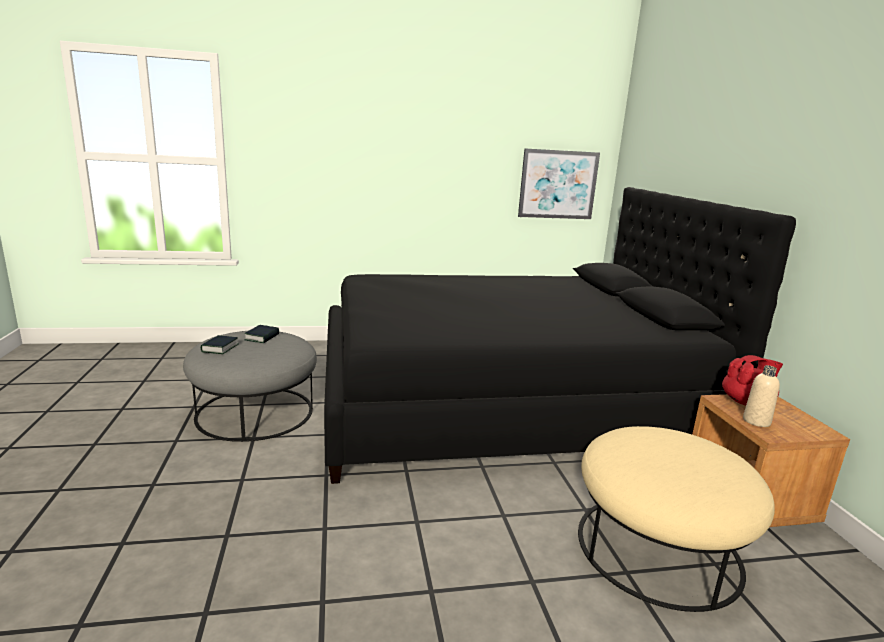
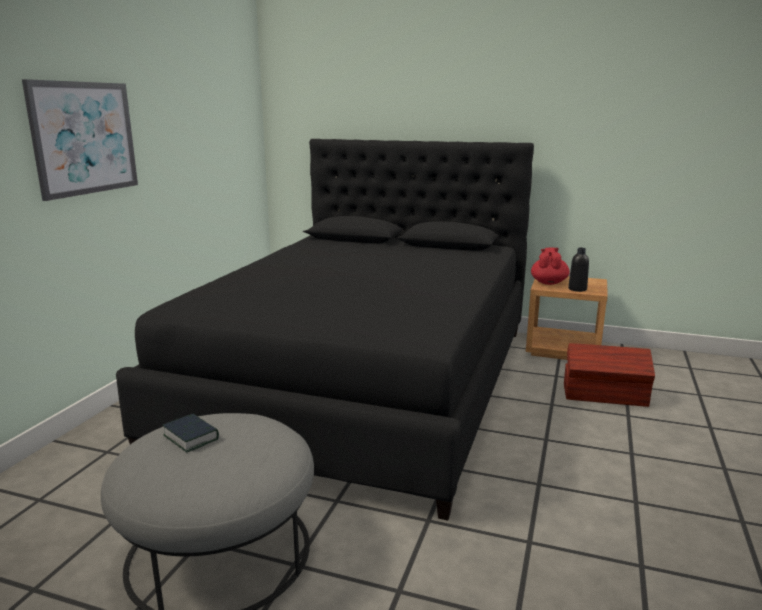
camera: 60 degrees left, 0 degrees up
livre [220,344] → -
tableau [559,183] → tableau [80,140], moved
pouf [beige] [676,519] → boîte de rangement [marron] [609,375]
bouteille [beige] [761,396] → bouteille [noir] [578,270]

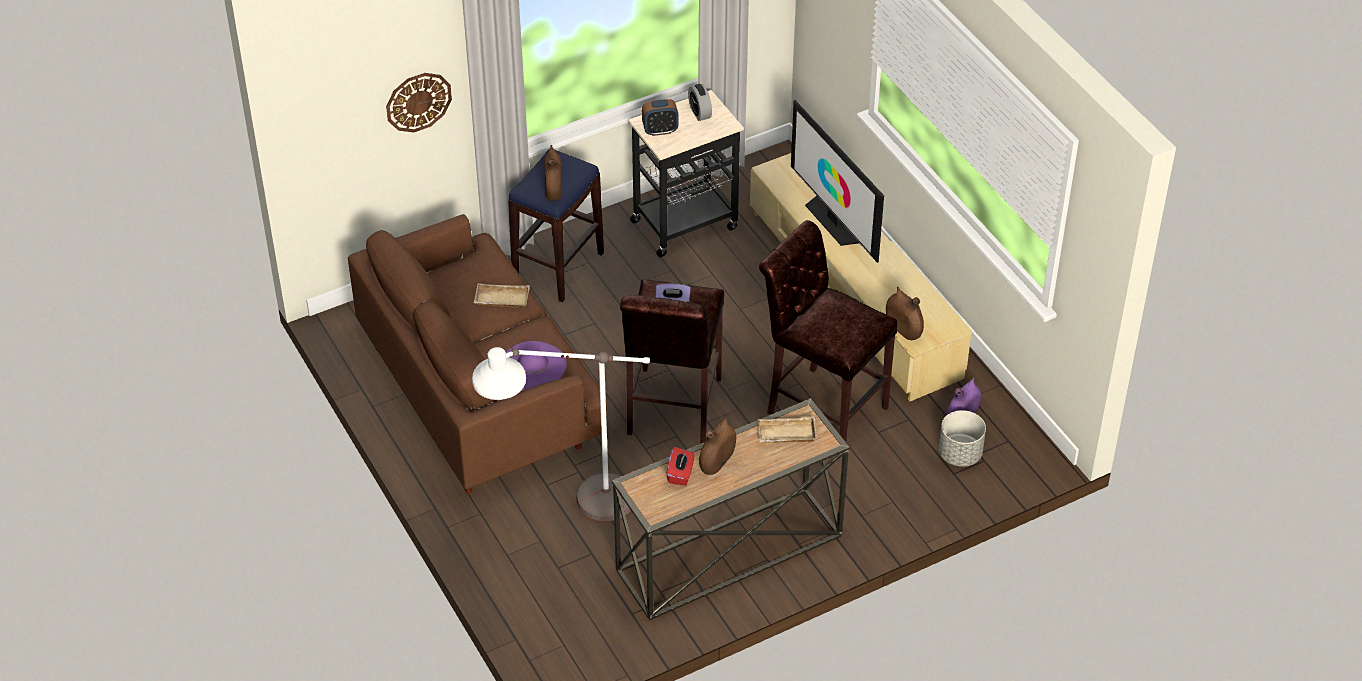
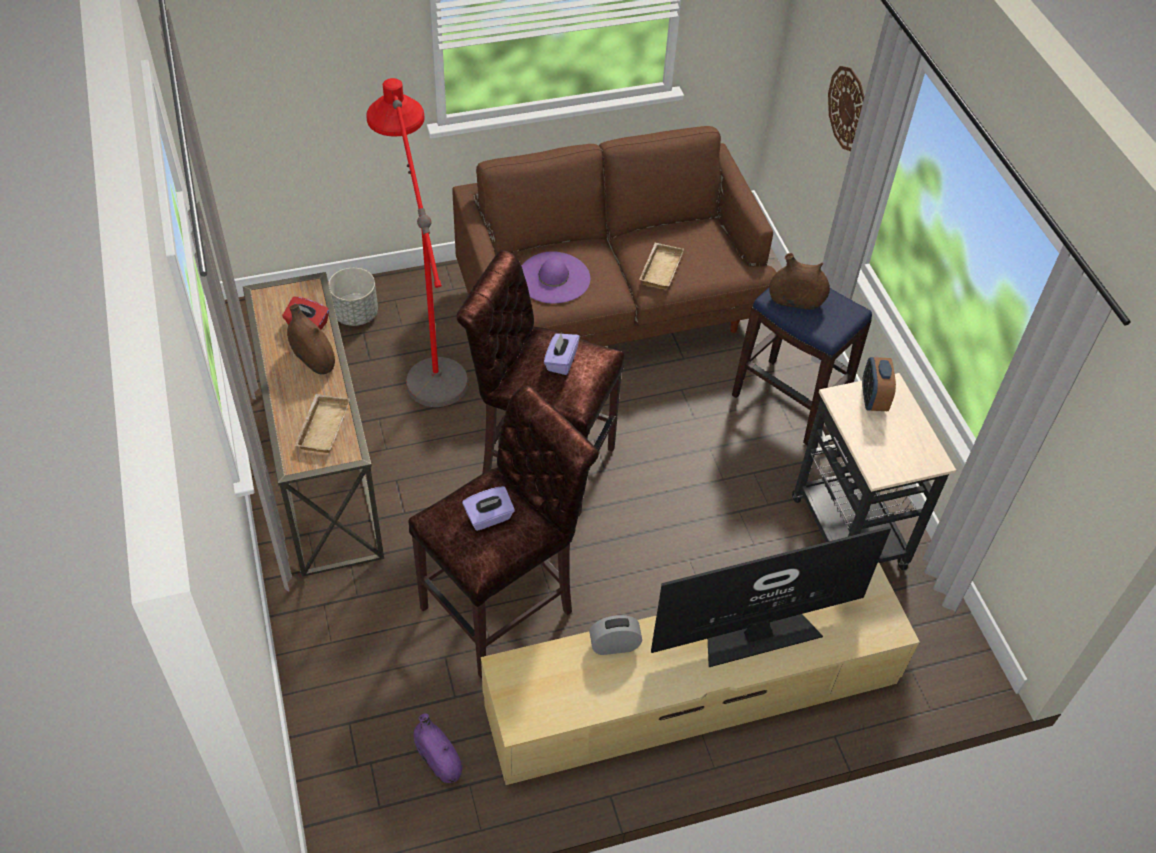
camera: 100 degrees right, 5 degrees up
lampadaire [blanc] [561,434] → lampadaire [rouge] [417,242]
réveil [700,102] → réveil [615,635], moved
vase [marron] [905,313] → -
cache-pot [gris] [962,438] → cache-pot [gris] [353,297], moved
- → boîte à mouchoirs [violet] [488,508]

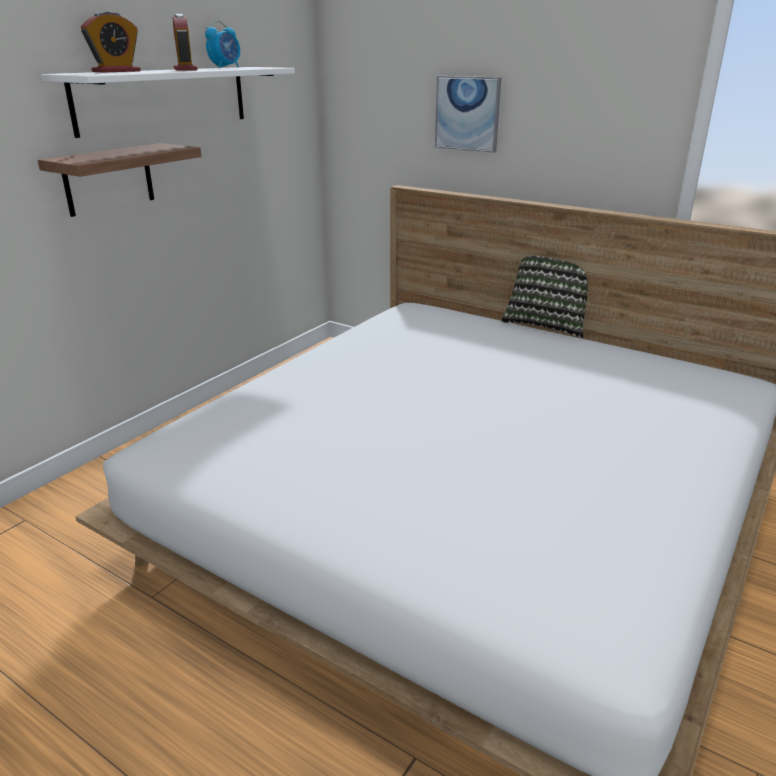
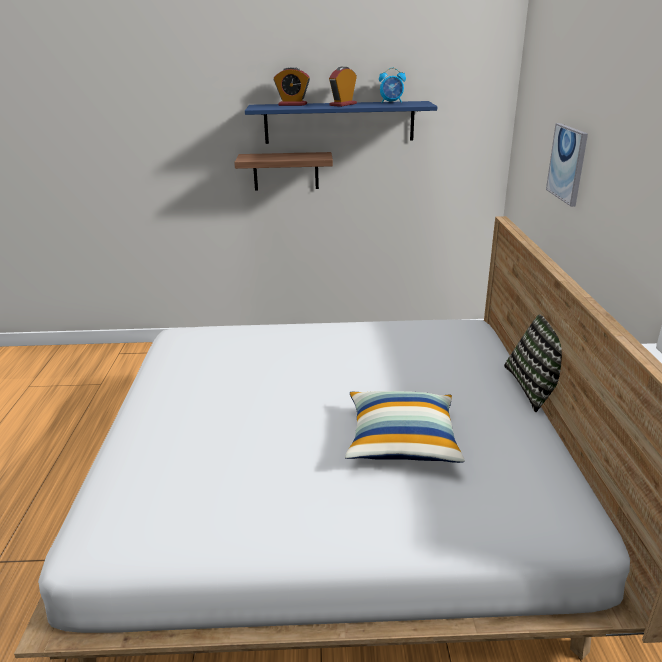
camera: 55 degrees right, 0 degrees up
étagère [blanc] [168,102] → étagère [bleu] [341,122]
- → coussin [405,427]

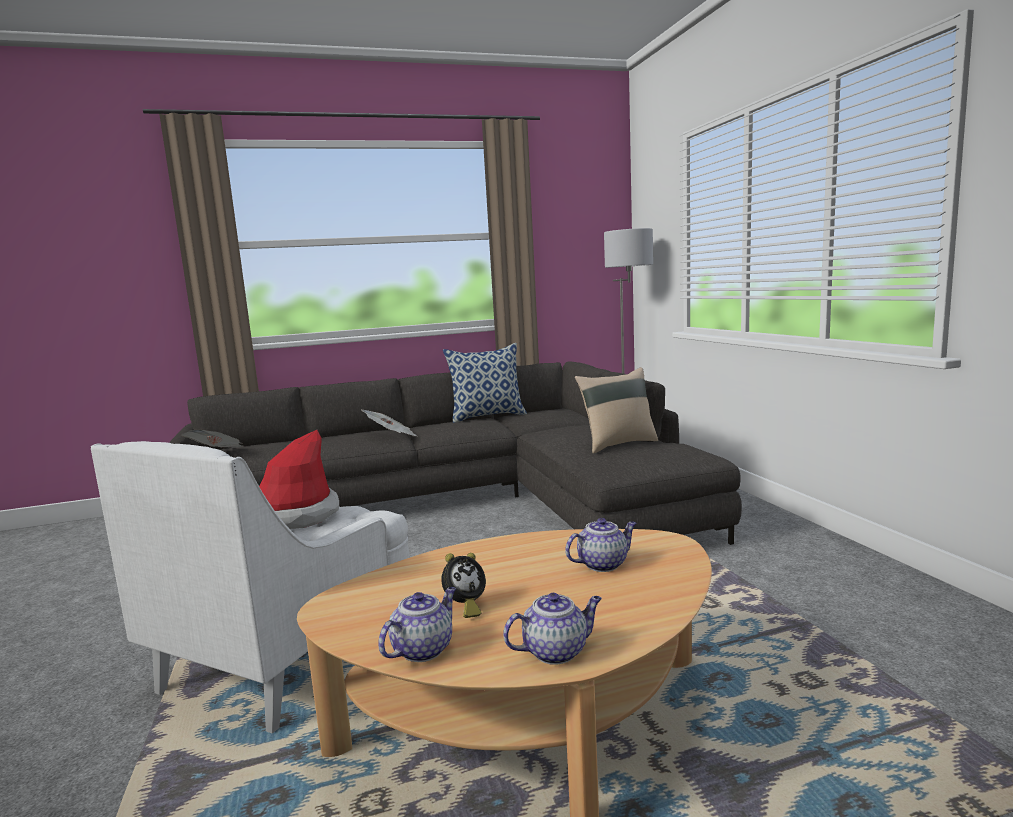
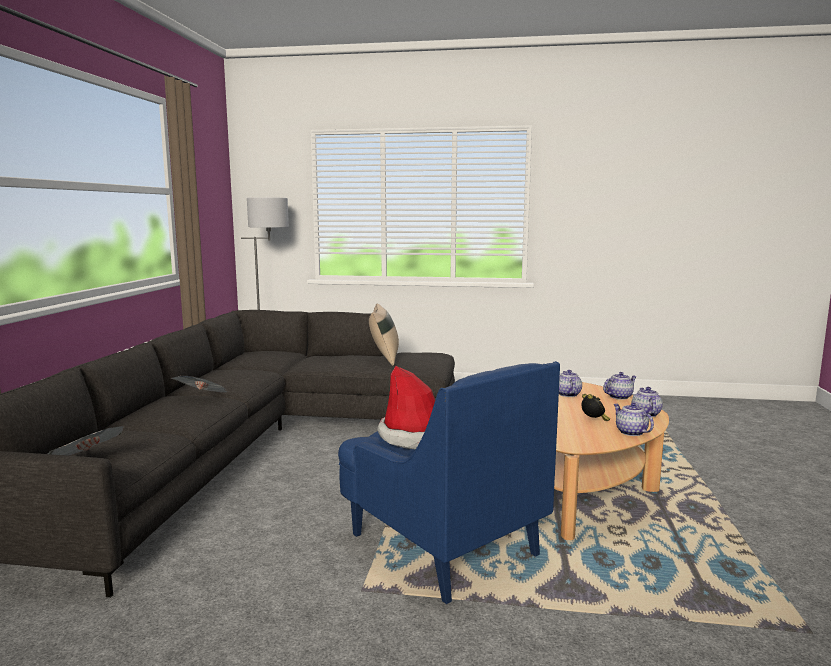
camera: 65 degrees left, 0 degrees up
fauteuil [blanc] [250,587] → fauteuil [bleu] [449,482]
coussin [485,383] → -
- → théière [620,386]

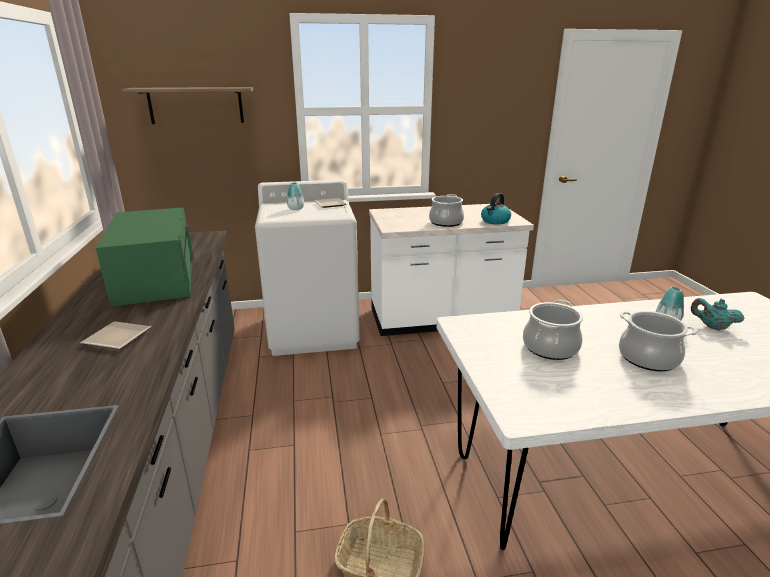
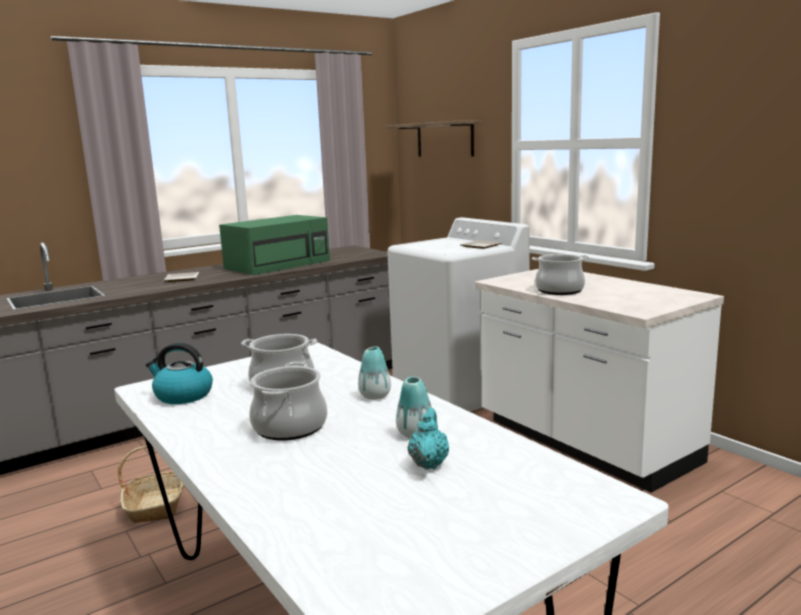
camera: 65 degrees right, 10 degrees down
vase [295,196] → vase [374,373], moved
bouilloire [496,209] → bouilloire [179,373], moved

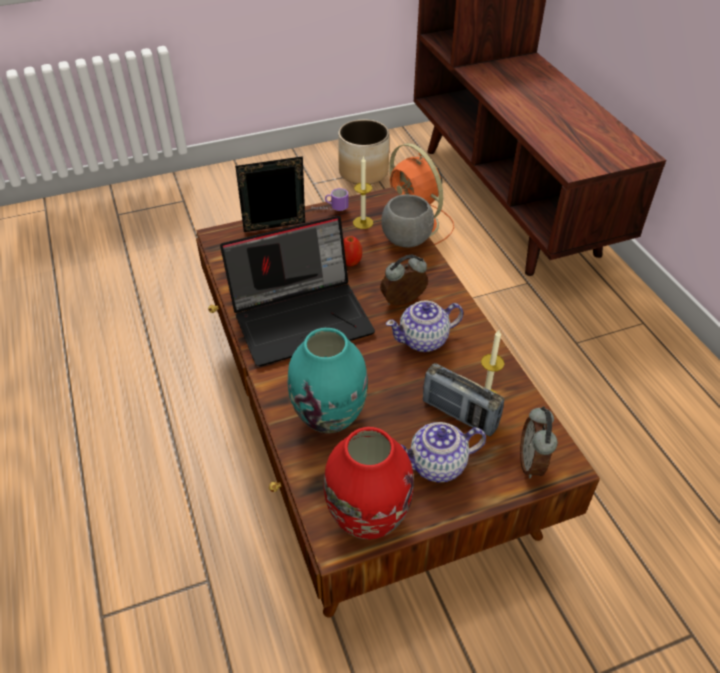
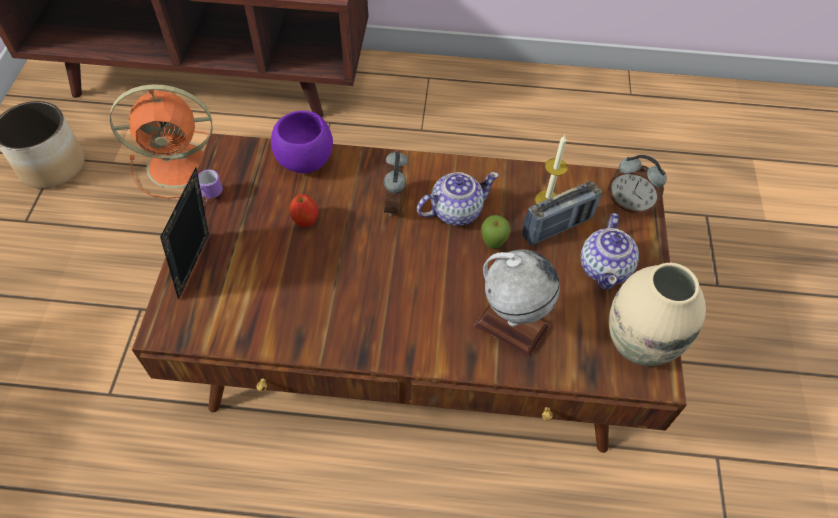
camera: 65 degrees left, 10 degrees up
ordinateur portable [297,291] → -
vase [turquoise] [328,380] → globe [517,304]
vase [rouge] [369,483] → vase [beige] [657,314]
bougie [363,192] → -
bol [gris] [407,221] → bol [violet] [302,142]
théière [425,326] → théière [458,199], 120 degrees counterclockwise
- → pomme [496,232]

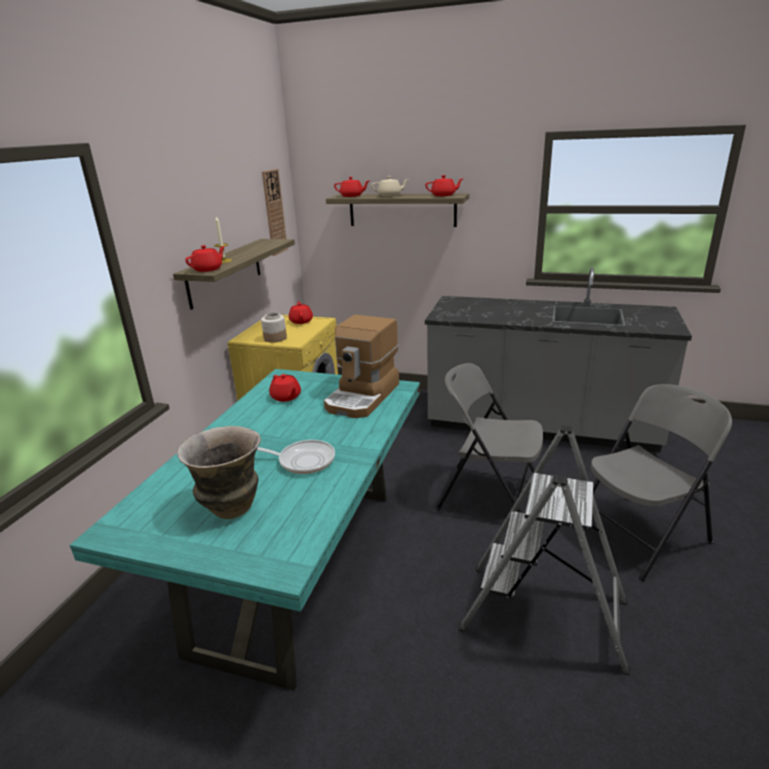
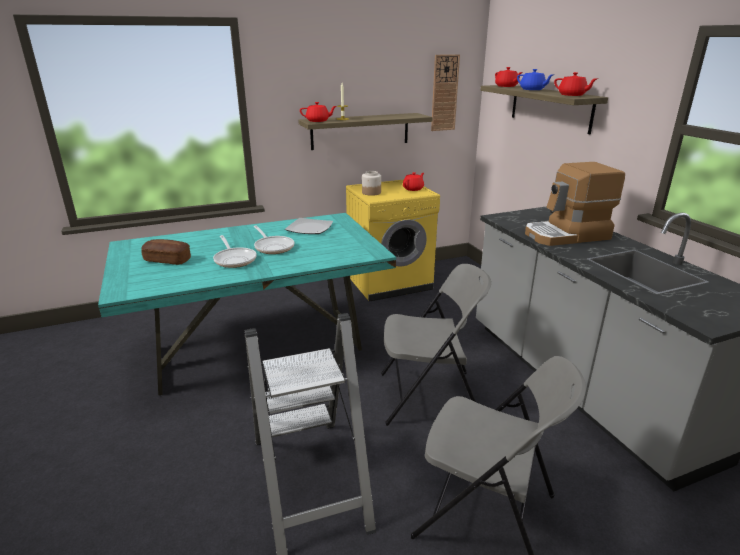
camera: 50 degrees right, 0 degrees up
vase [219,472] → pain [166,252]
théière [rouge] [285,388] → assiette [309,226]
machine à café [361,366] → machine à café [575,204], moved
théière [beige] [390,186] → théière [bleu] [535,79]
chaise [gris] [490,437] → chaise [gris] [436,345], 105 degrees clockwise
- → poêle [274,239]

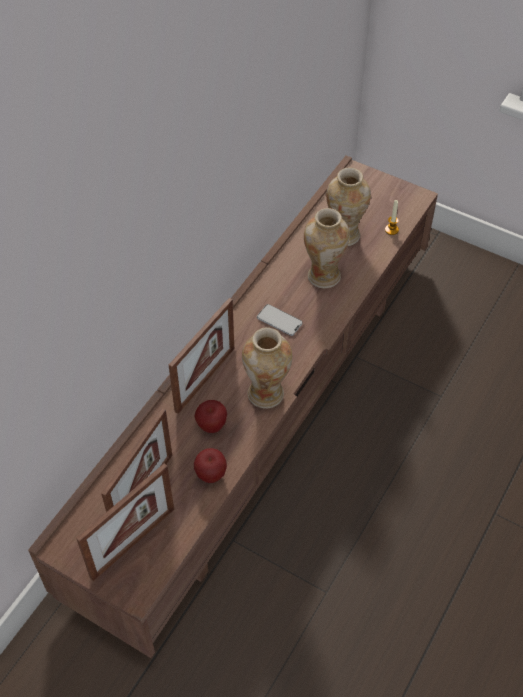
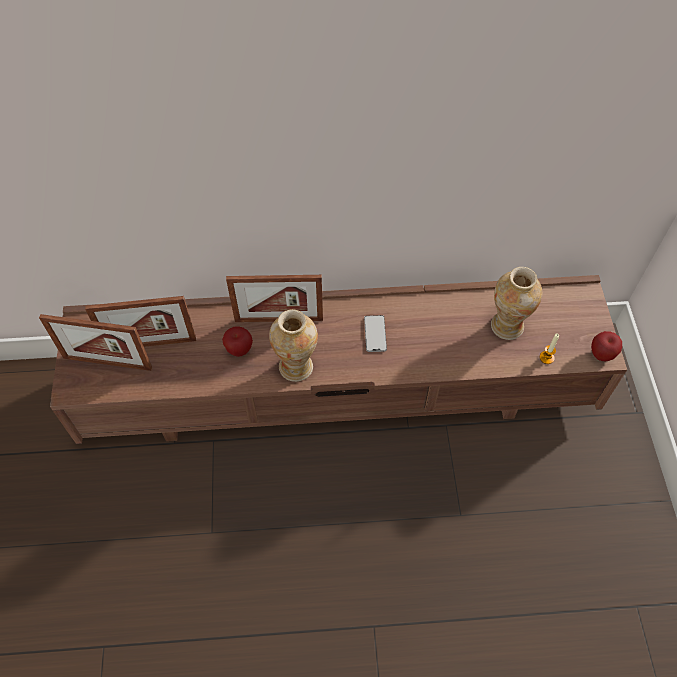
camera: 55 degrees right, 5 degrees up
pomme [210,465] → pomme [606,346], moved
vase [327,248] → -

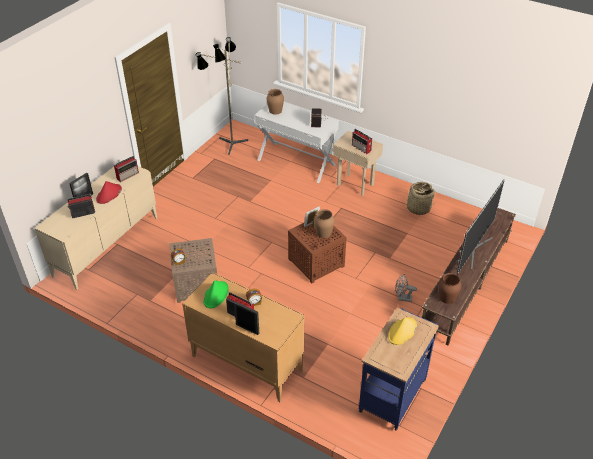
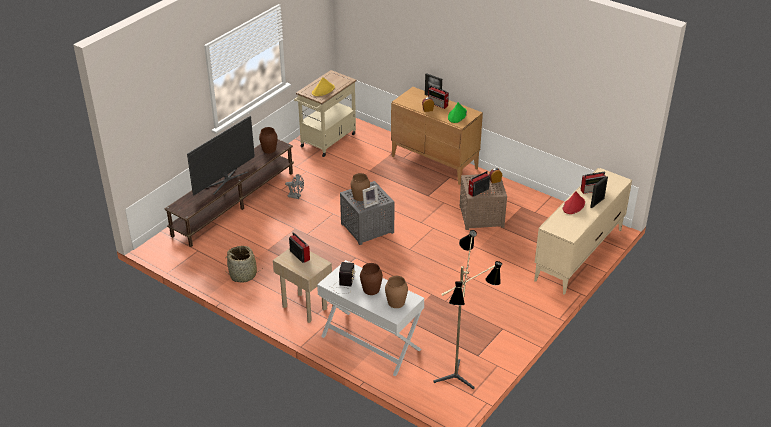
camera: 175 degrees left, 5 degrees down
radio [126,169] → radio [479,184], moved
table d'appoint [marron] [317,253] → table d'appoint [gris] [367,213]
chariot [bleu] [399,369] → chariot [beige] [325,113]
- → vase [marron] [371,279]

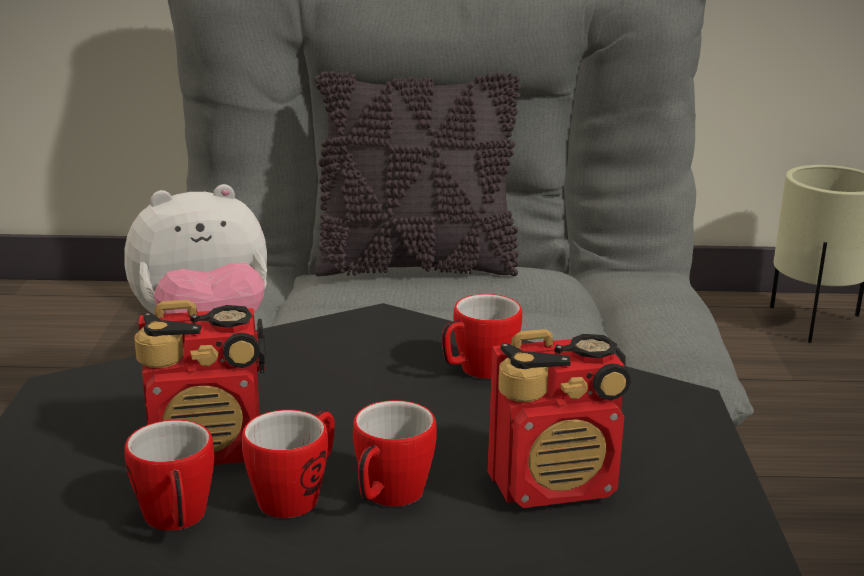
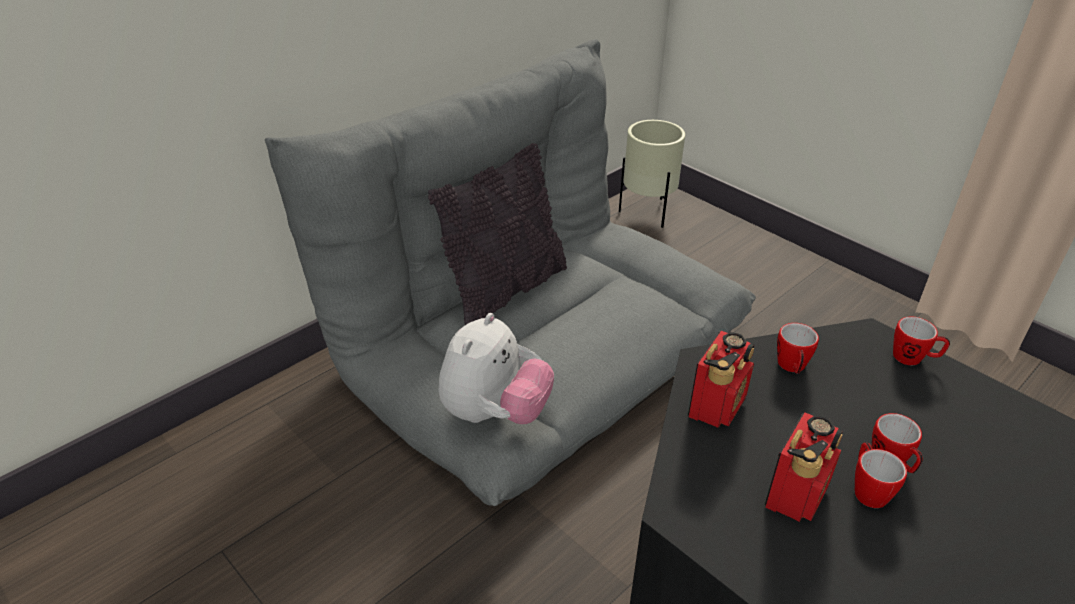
camera: 45 degrees left, 15 degrees up
mug [169,475] → mug [921,341], moved
radio [559,418] → radio [721,379], moved

